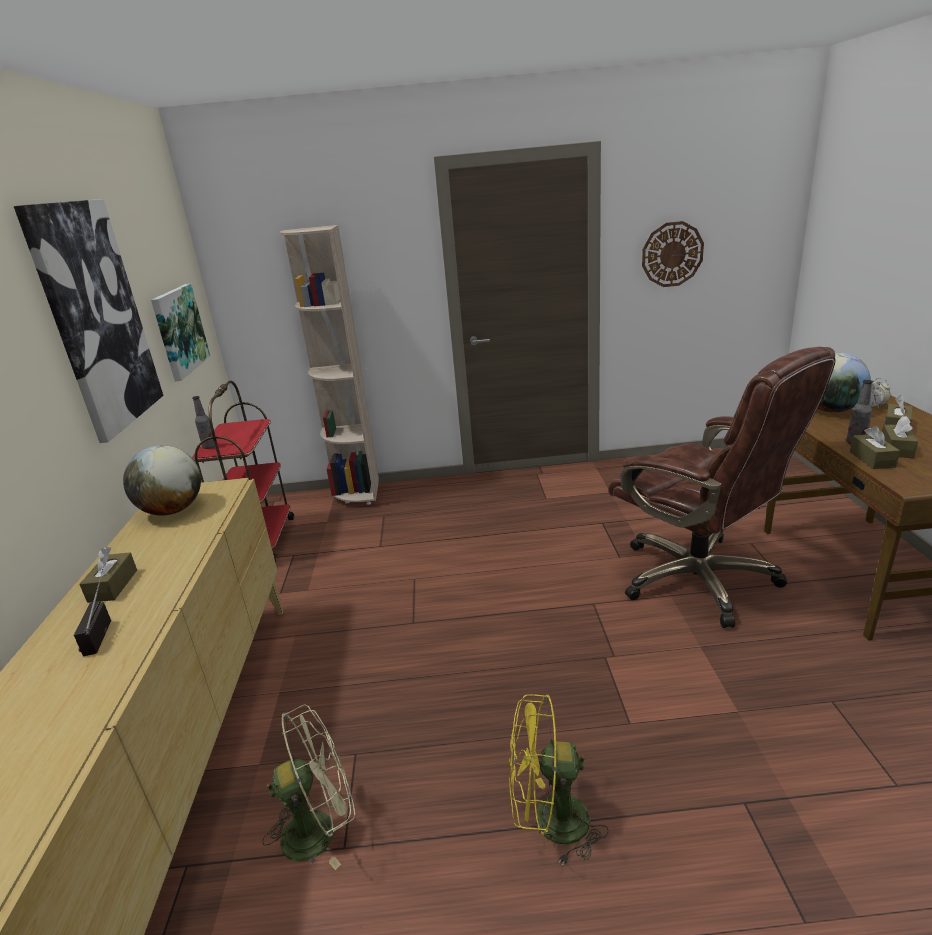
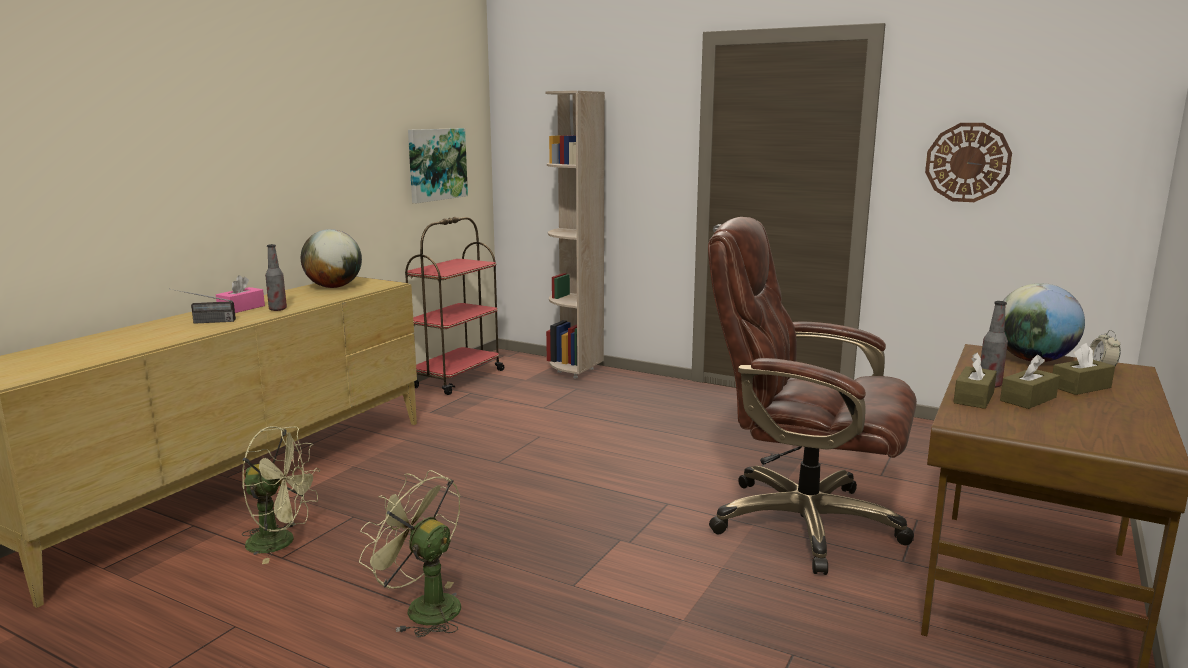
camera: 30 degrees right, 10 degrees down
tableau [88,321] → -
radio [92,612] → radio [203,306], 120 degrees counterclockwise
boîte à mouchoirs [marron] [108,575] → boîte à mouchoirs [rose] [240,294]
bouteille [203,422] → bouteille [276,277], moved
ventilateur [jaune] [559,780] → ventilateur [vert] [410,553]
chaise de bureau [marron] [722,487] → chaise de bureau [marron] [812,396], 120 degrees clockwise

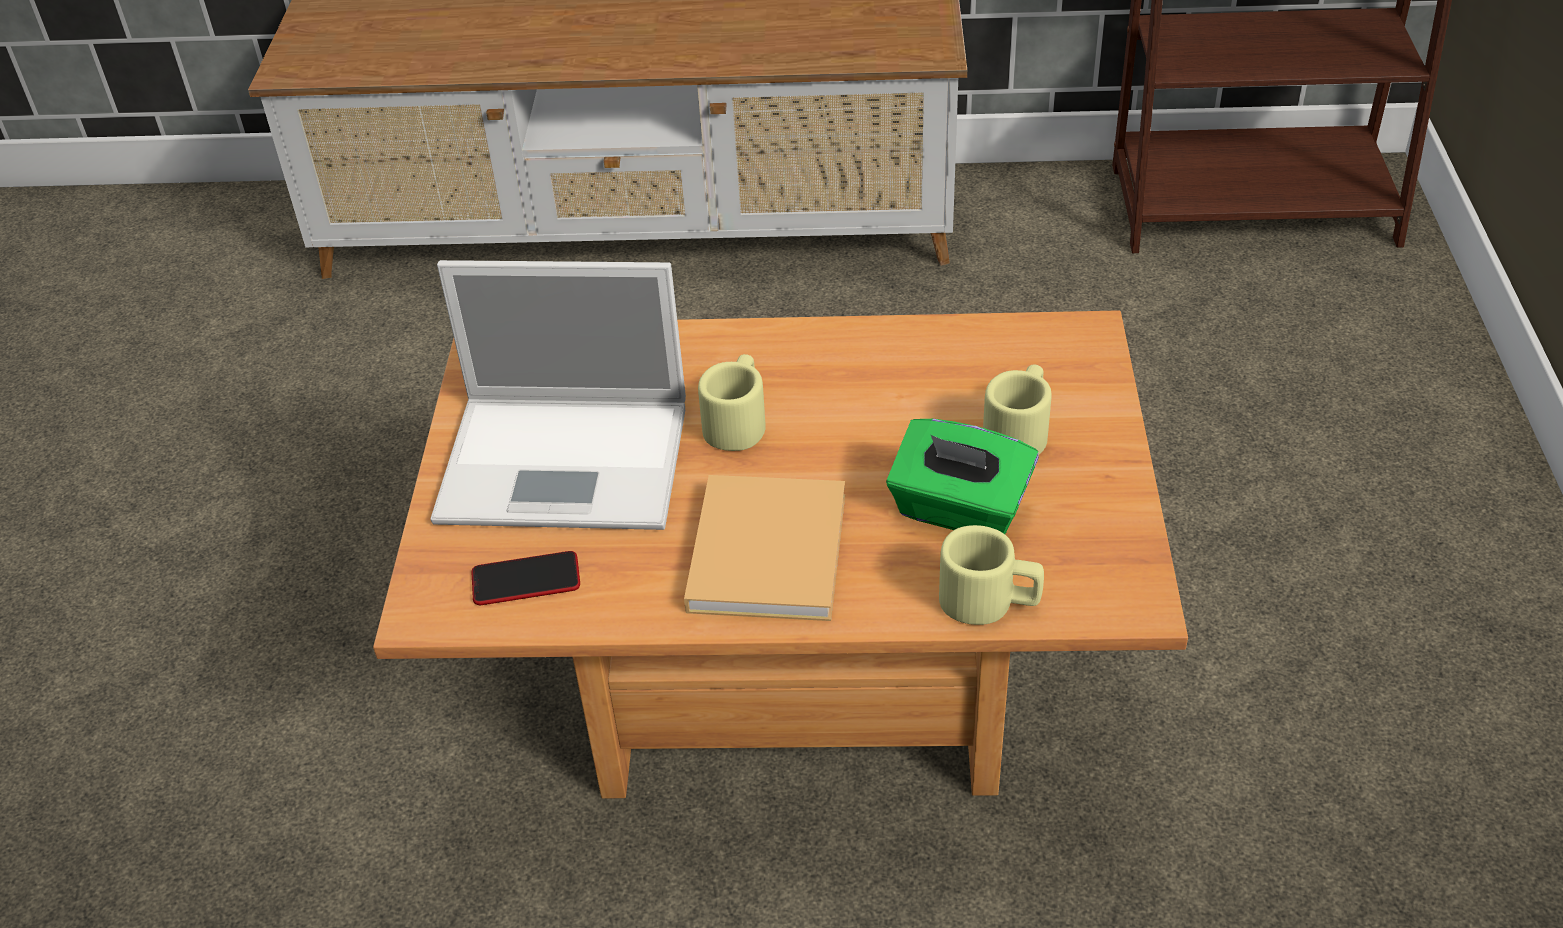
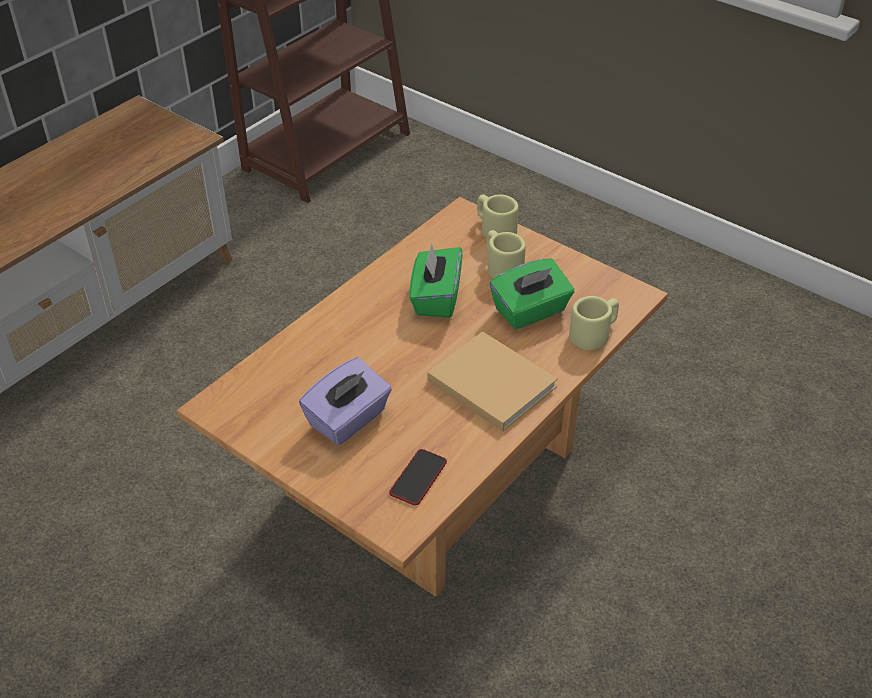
camera: 55 degrees left, 0 degrees up
ordinateur portable [558,395] → boîte à mouchoirs [violet] [345,401]
mug [beige] [732,402] → mug [beige] [498,216], moved
- → boîte à mouchoirs [vert] [435,280]

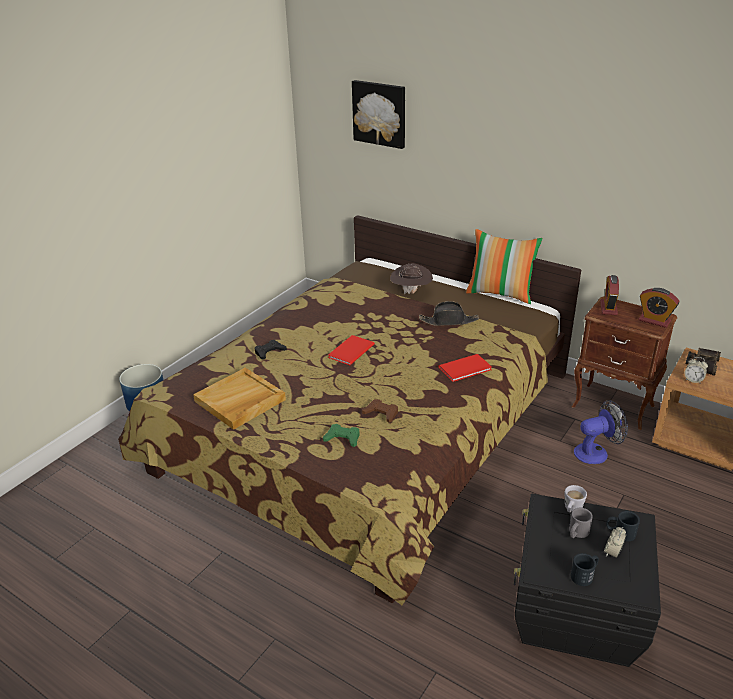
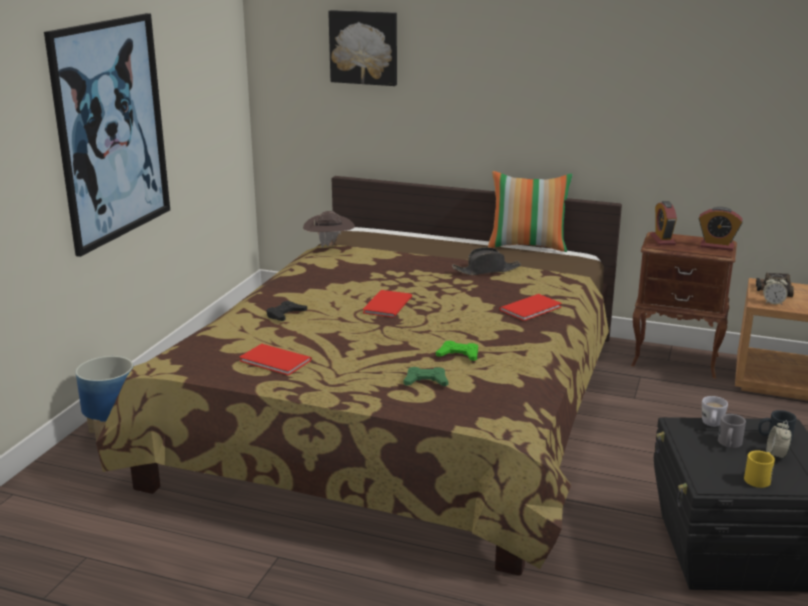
camera: 15 degrees left, 10 degrees down
plateau [beige] [239,399] → livre [rouge] [276,359]
manette [marron] [380,410] → manette [vert] [457,351]
chapeau [marron] [411,278] → chapeau [marron] [329,229], moved
mug [noir] [585,569] → mug [jaune] [759,469]
ventilateur [601,432] → -
- → tableau [107,135]

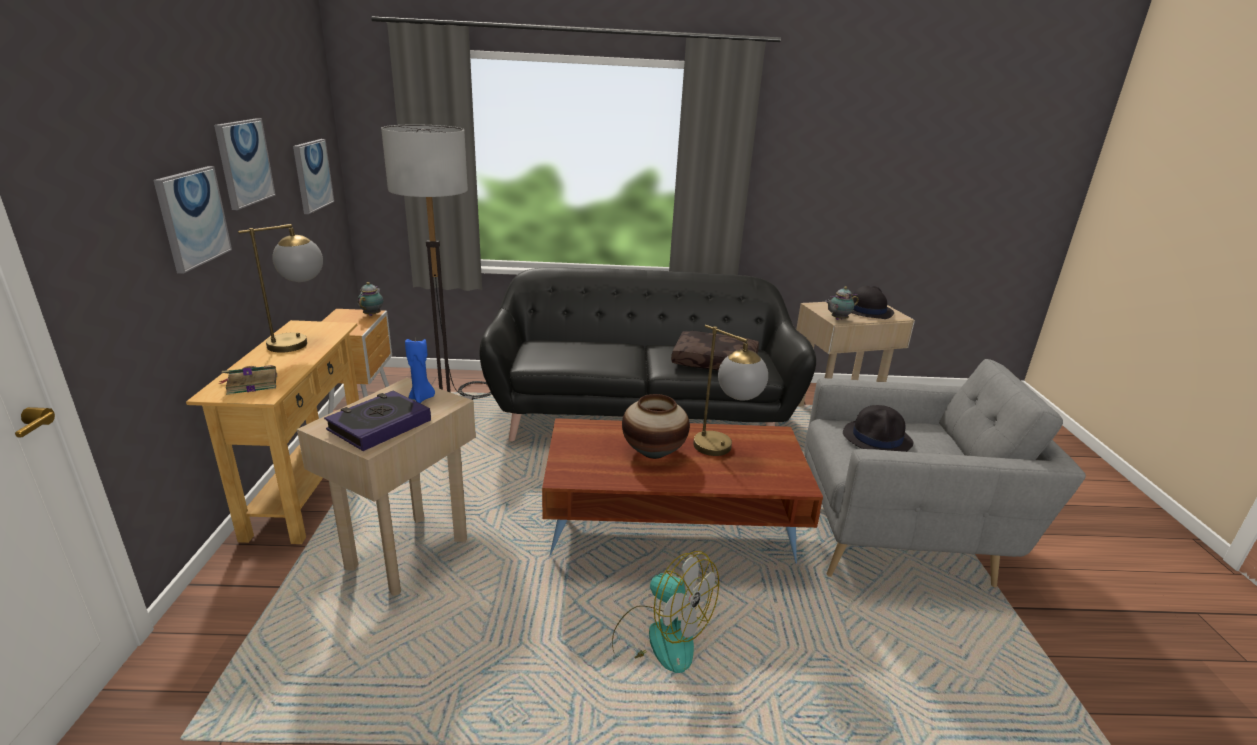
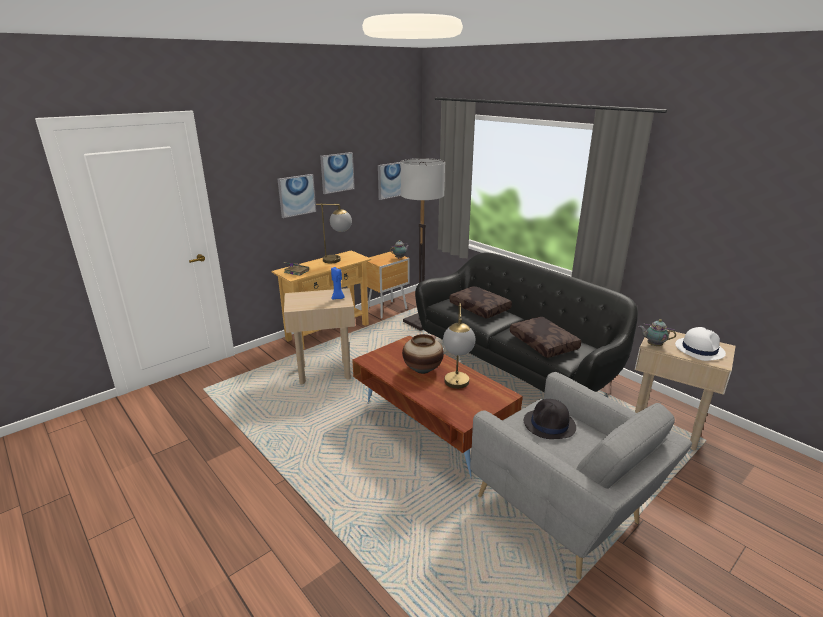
camera: 50 degrees right, 0 degrees up
livre [377,420] → -
ventilateur [665,612] → -
chapeau [noir] [873,302] → chapeau [blanc] [700,344]
- → coussin [marron] [480,302]

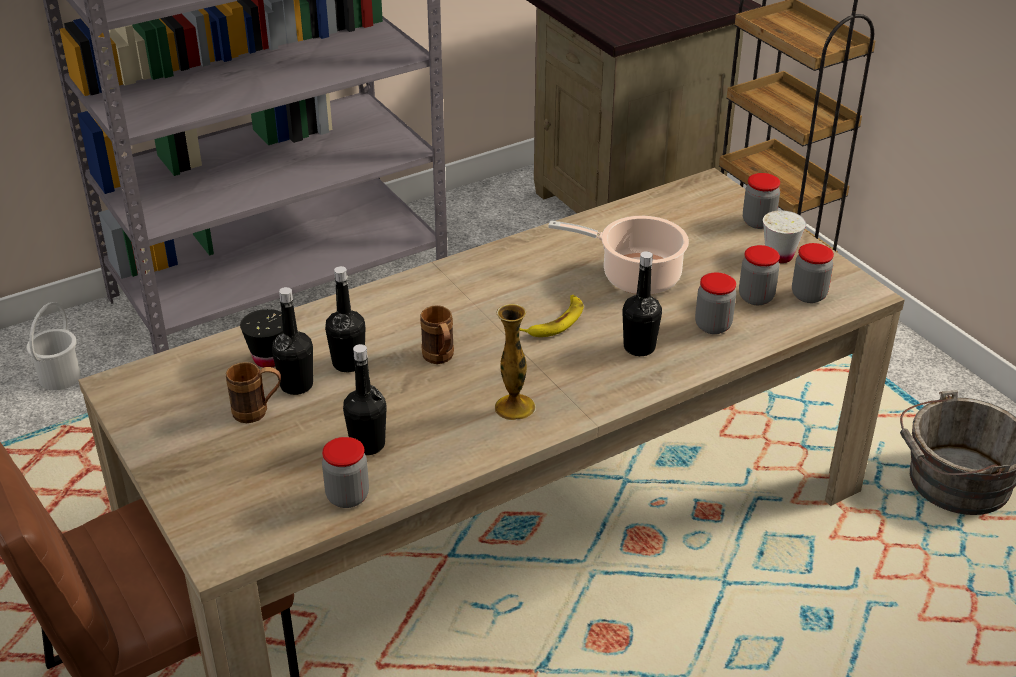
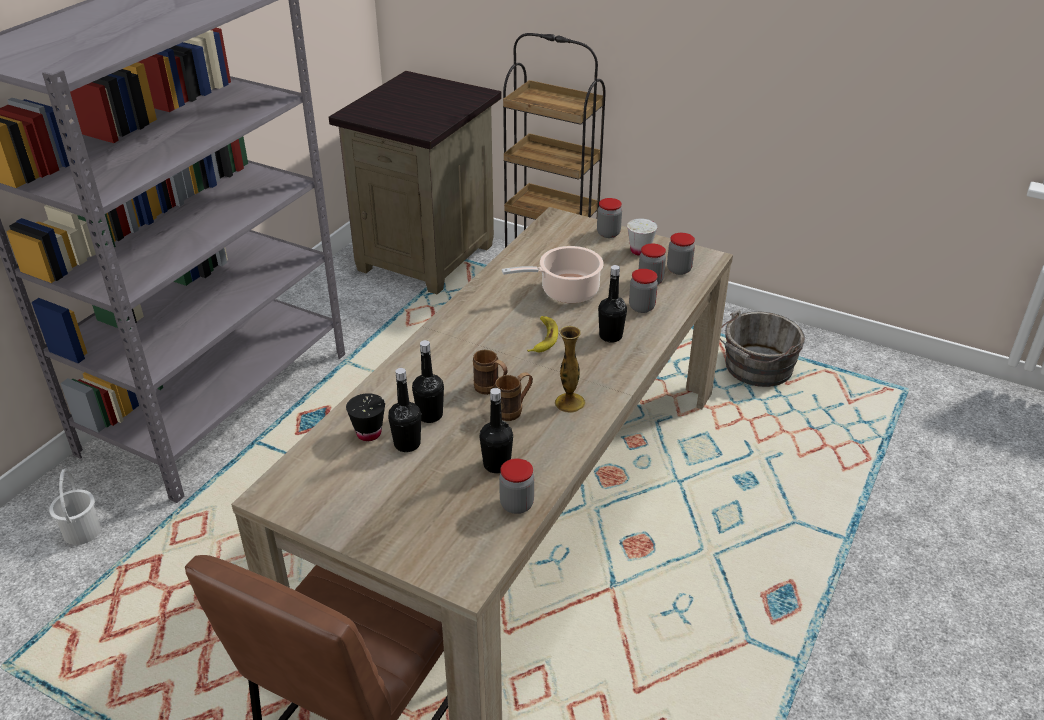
camera: 30 degrees left, 0 degrees up
mug [marron] [253,392] → mug [marron] [514,396], moved

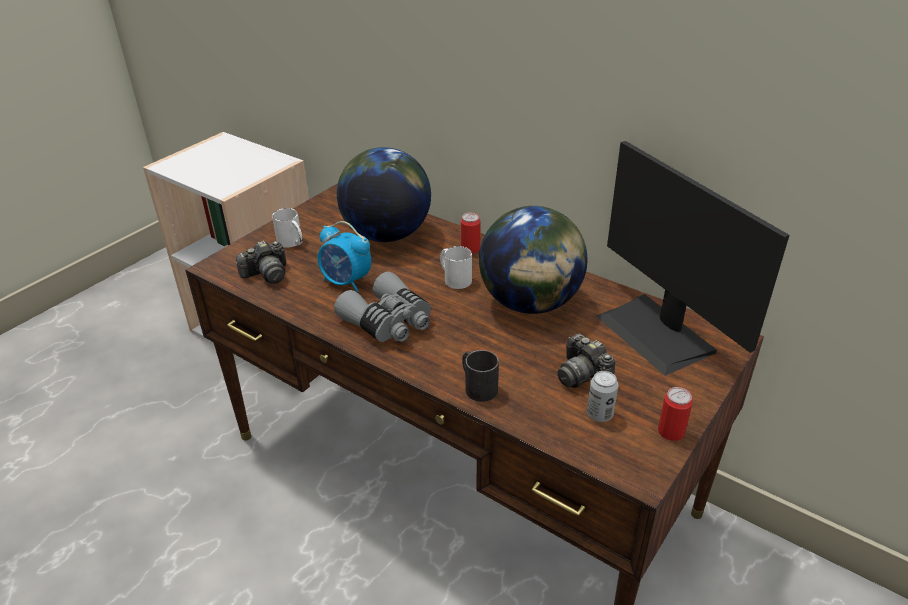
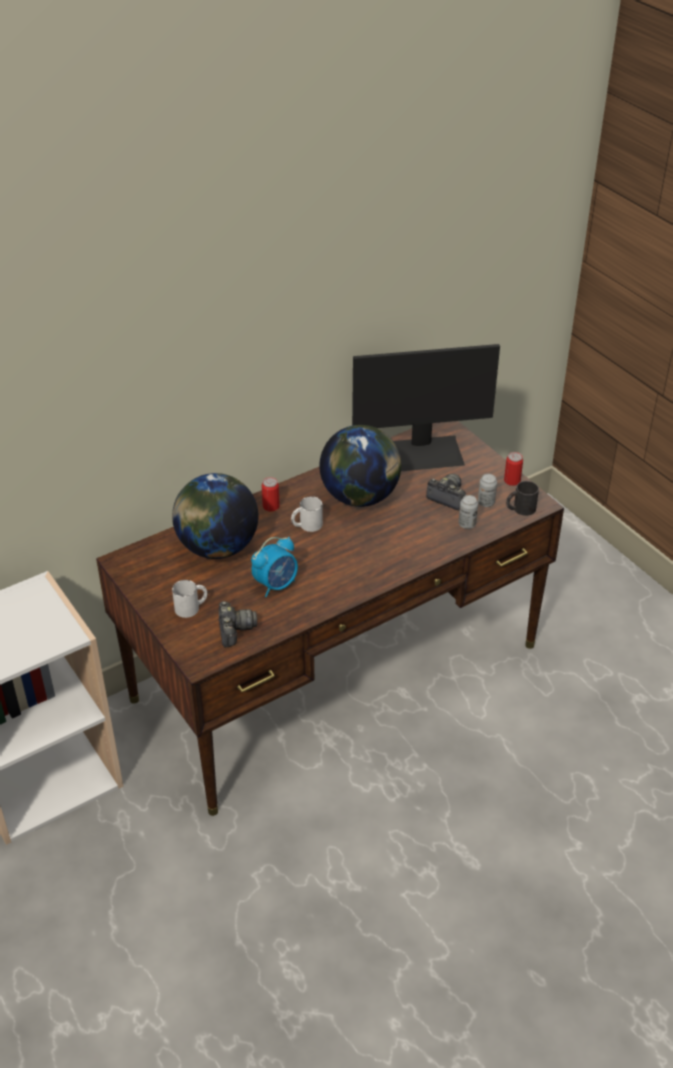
camera: 70 degrees left, 5 degrees up
jumelles [gris] [382,307] → -
mug [noir] [480,376] → mug [noir] [522,498], moved
appareil photo [586,360] → appareil photo [446,492], 135 degrees counterclockwise
- → boîte métallique [468,512]

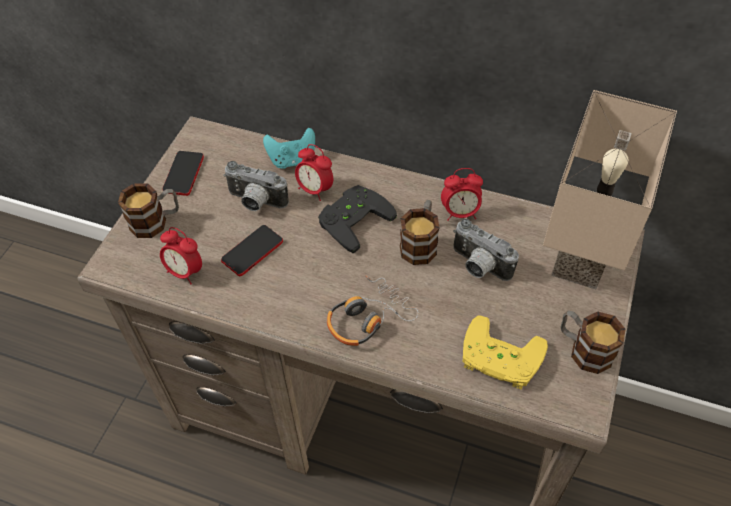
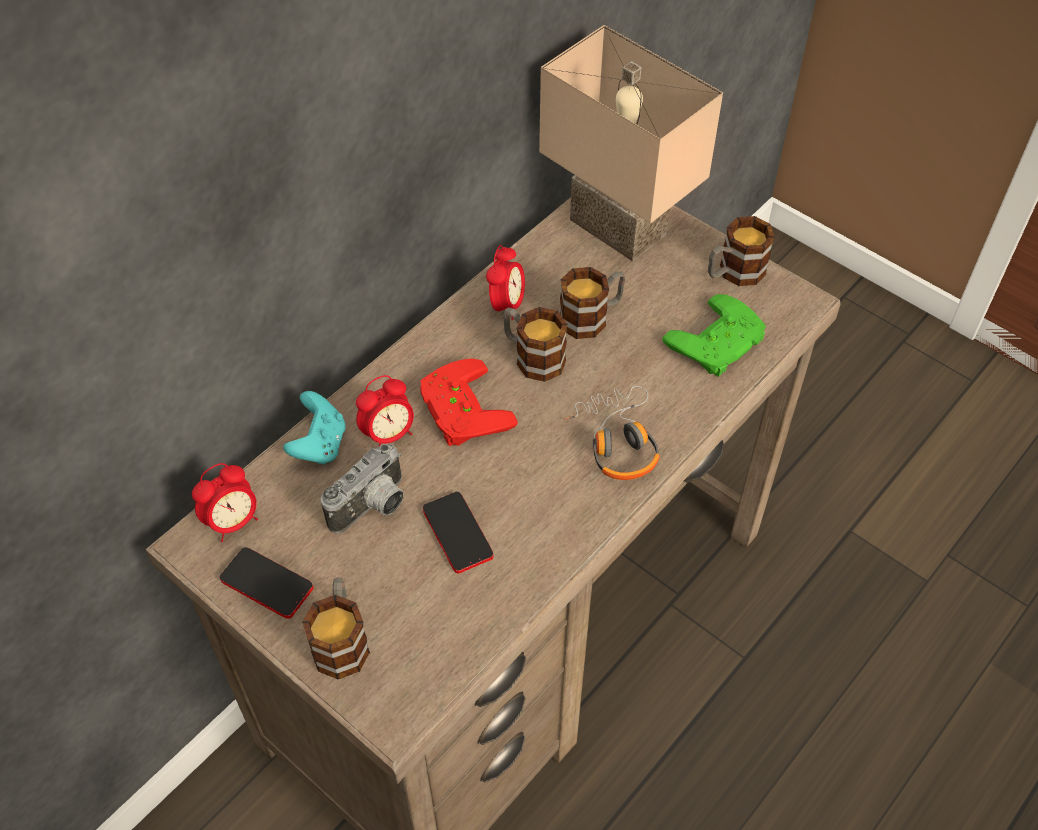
camera: 70 degrees left, 0 degrees up
réveil [181,256] → réveil [225,502], moved
manette [noir] [357,219] → manette [rouge] [469,402]
appareil photo [486,250] → mug [592,303]
manette [jaune] [505,352] → manette [vert] [714,335]

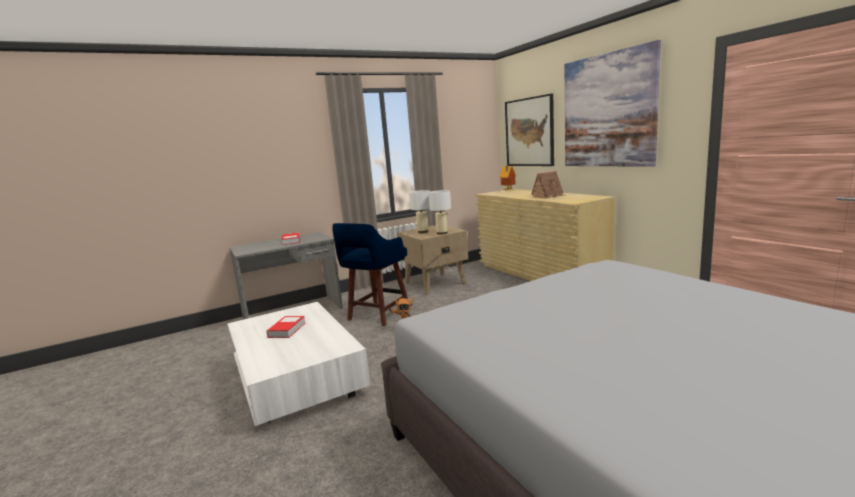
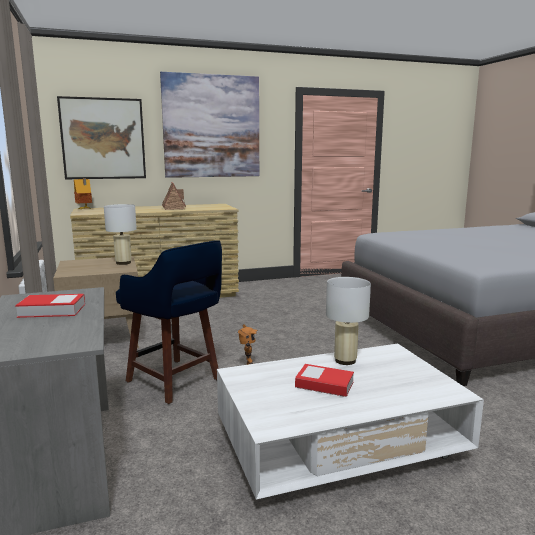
camera: 80 degrees left, 0 degrees up
lampe de table [blanc] [419,211] → lampe de table [blanc] [348,321], moved

